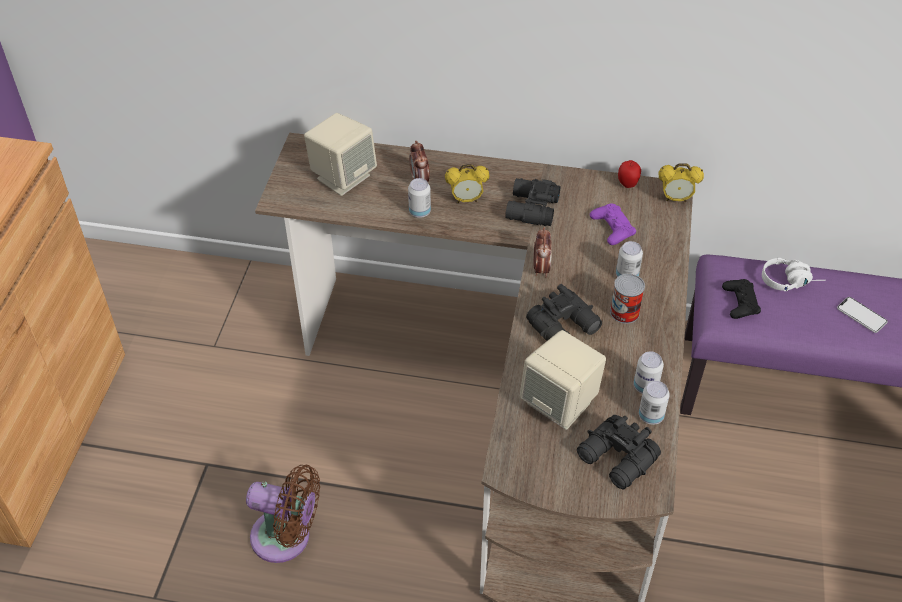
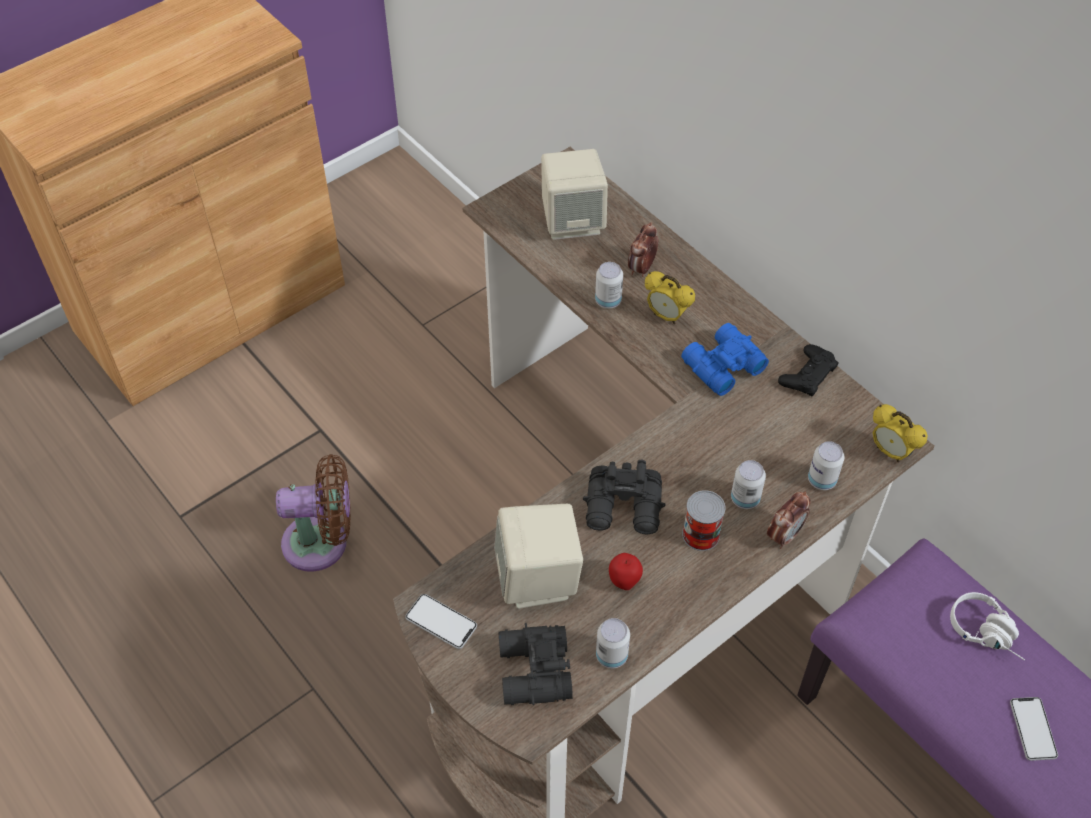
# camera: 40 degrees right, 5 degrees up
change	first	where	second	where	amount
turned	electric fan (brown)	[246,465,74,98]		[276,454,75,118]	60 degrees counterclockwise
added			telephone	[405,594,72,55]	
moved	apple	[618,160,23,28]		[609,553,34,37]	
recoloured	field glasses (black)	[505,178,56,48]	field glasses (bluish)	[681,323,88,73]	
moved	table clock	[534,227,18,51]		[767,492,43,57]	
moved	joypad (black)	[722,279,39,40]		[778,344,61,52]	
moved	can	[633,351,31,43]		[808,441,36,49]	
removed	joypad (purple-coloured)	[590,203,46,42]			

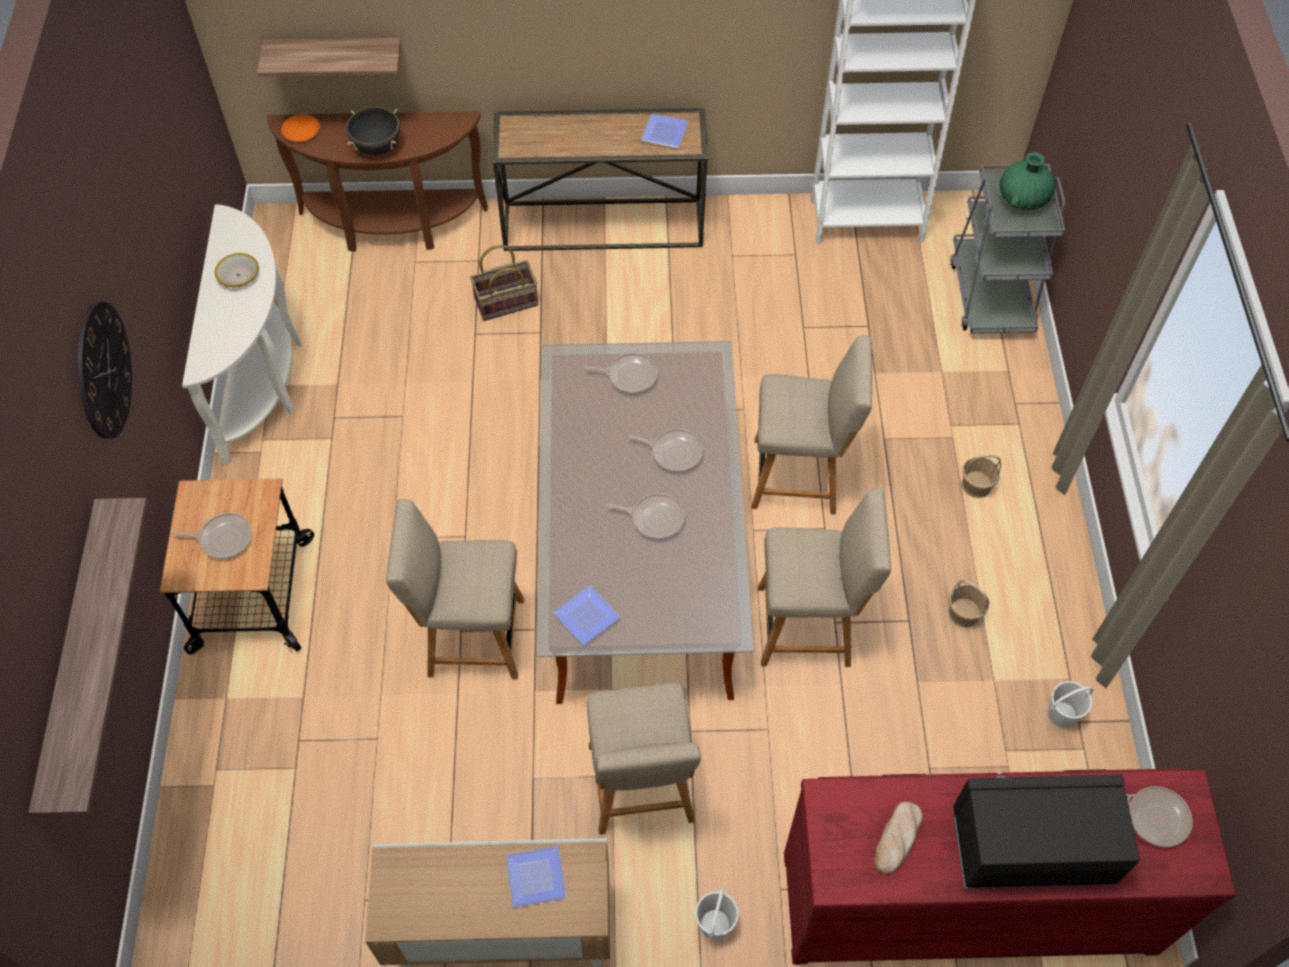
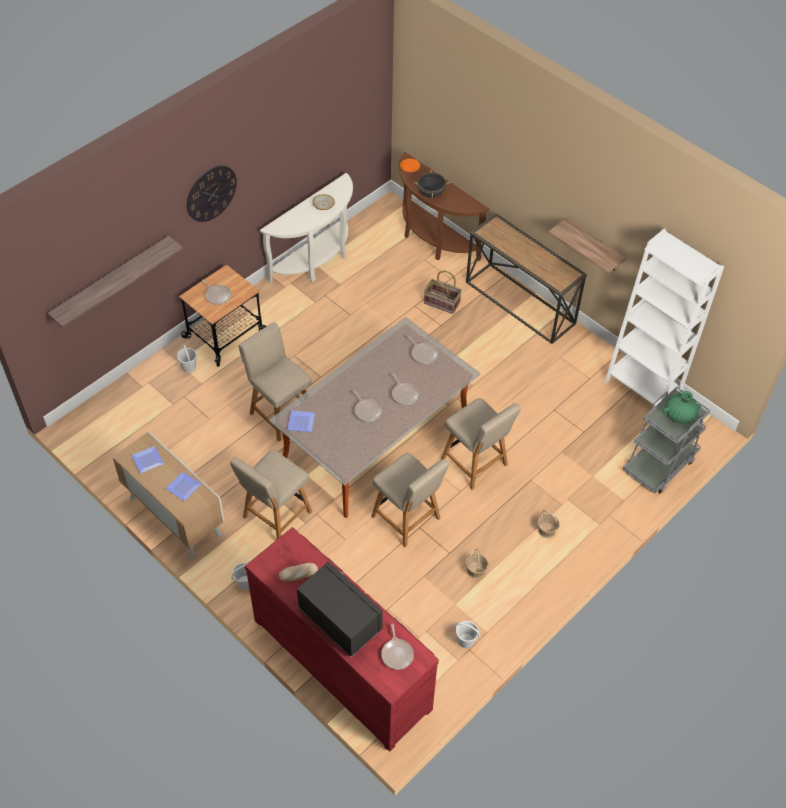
# camera: 45 degrees right, 5 degrees down
change	first	where	second	where	amount
moved	plate	[641,114,48,34]		[131,446,33,28]	
added			bucket (white-coloured)	[177,344,20,28]	
moved	wall shelf	[257,38,144,39]		[548,218,78,56]	

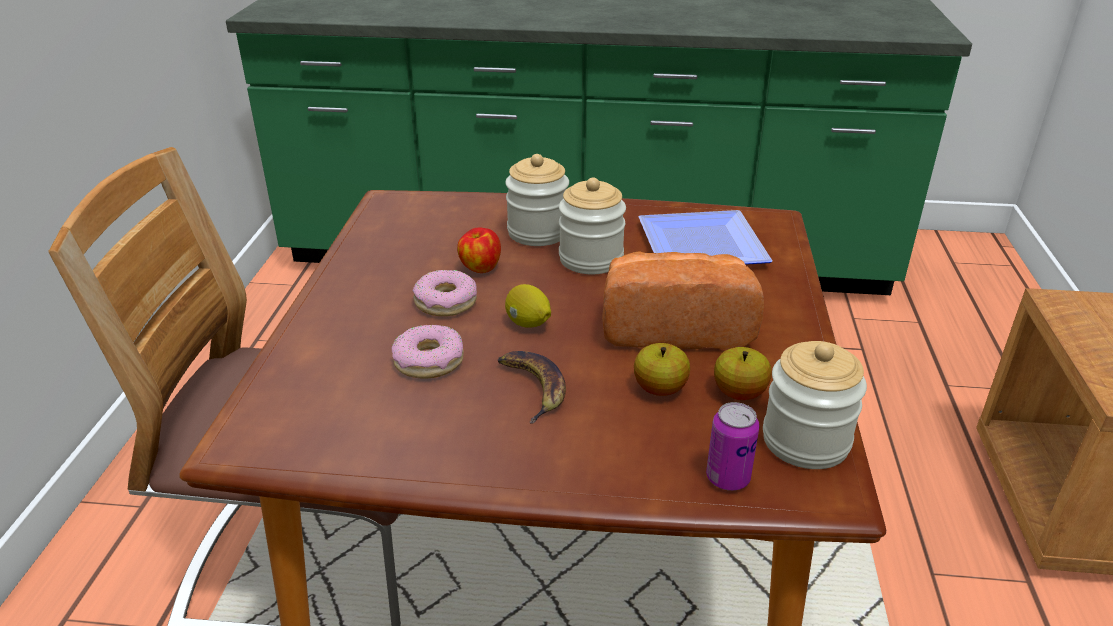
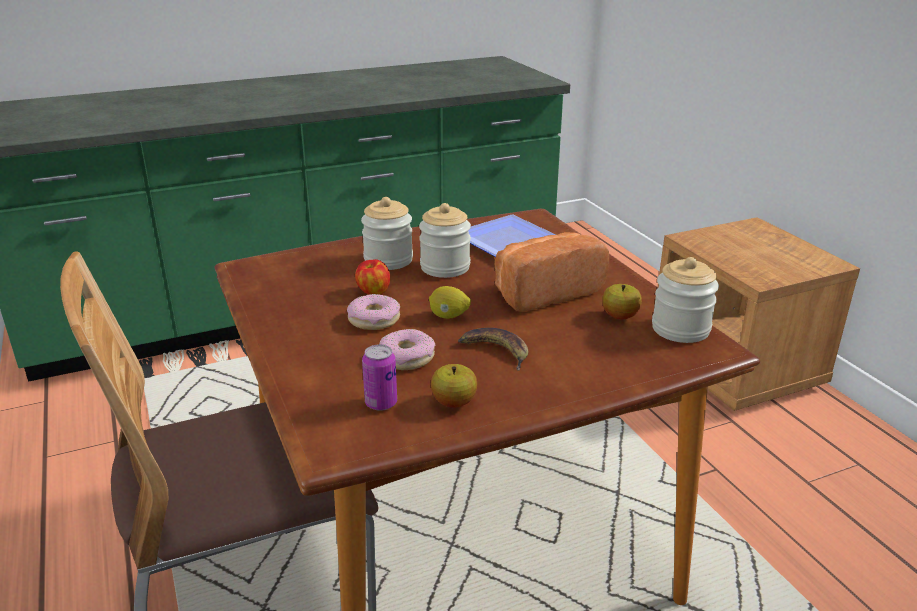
# camera: 30 degrees left, 5 degrees down
change	first	where	second	where	amount
moved	can	[706,402,54,89]		[362,344,35,67]	
moved	apple	[634,343,56,53]		[431,364,46,44]	

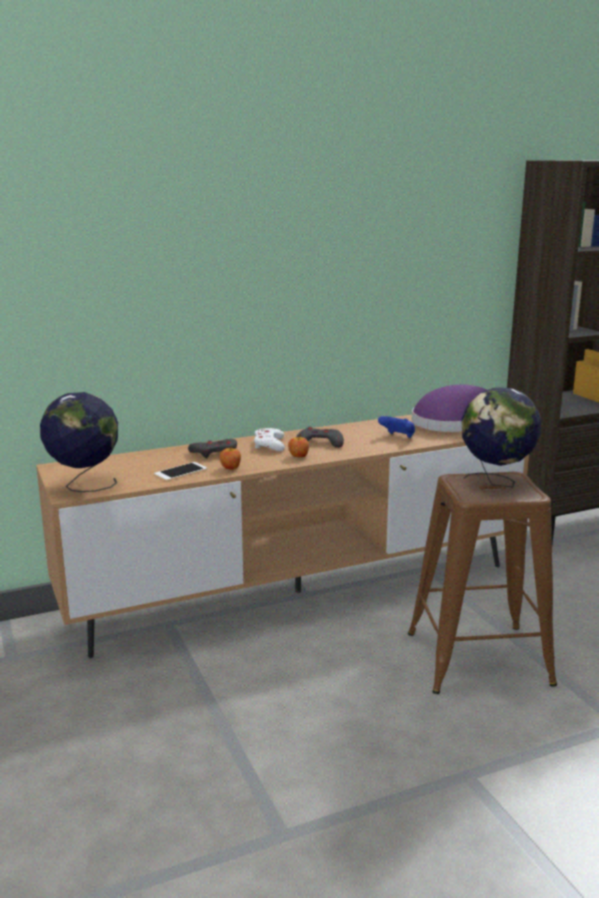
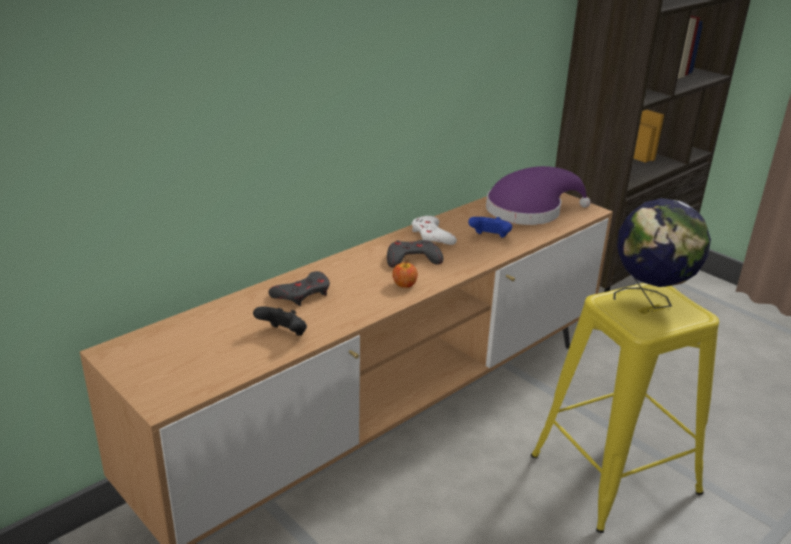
# camera: 20 degrees left, 10 degrees up
change	first	where	second	where	amount
replaced	telephone	[154,462,53,19]	joypad (black)	[253,306,54,30]	
moved	joypad (white-coloured)	[254,428,31,23]		[412,216,45,29]	
recoloured	stool seat (brown)	[408,472,149,222]	stool seat (yellow-coloured)	[531,283,188,250]	
removed	globe	[40,392,78,100]			
removed	apple	[220,446,21,24]			

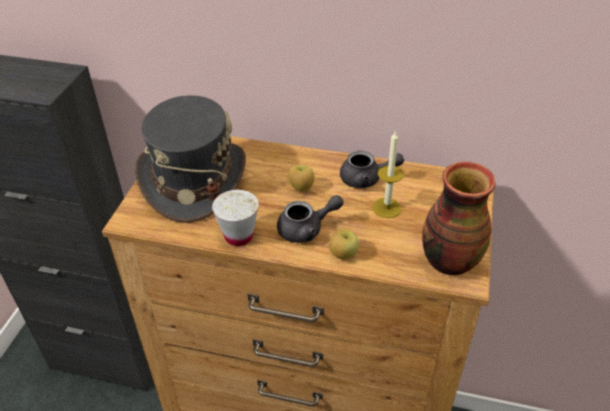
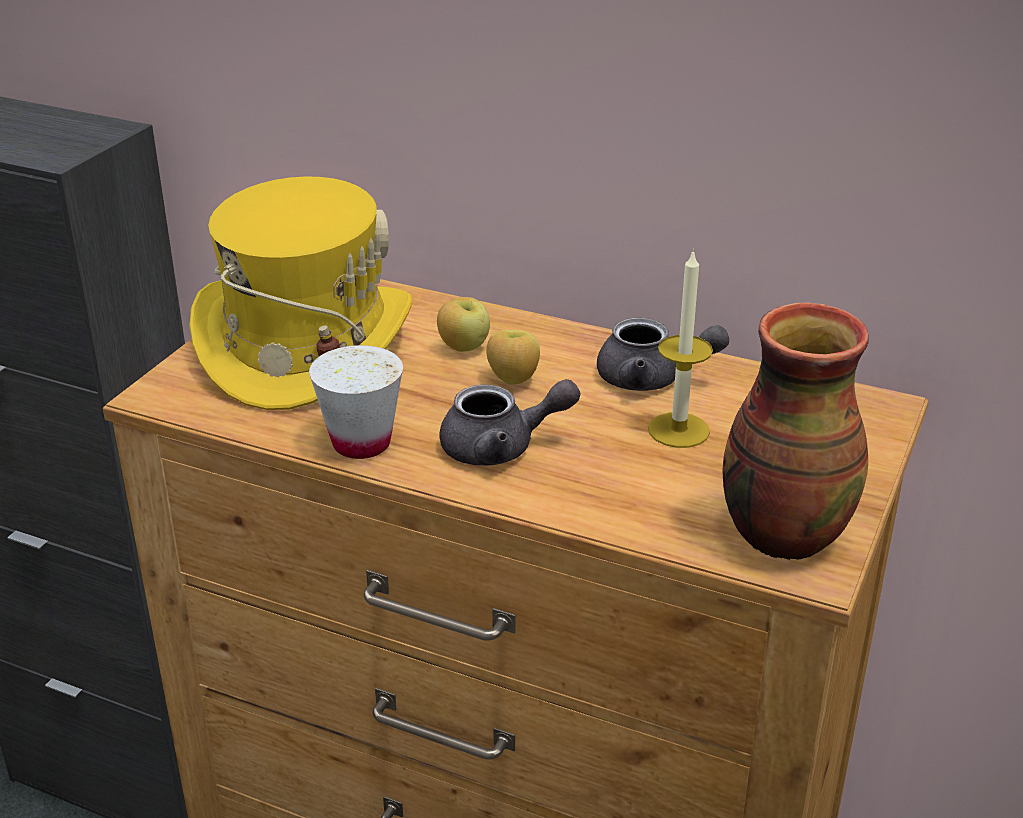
# camera: 10 degrees right, 10 degrees down
change	first	where	second	where	amount
recoloured	hat (grey)	[135,95,111,128]	hat (yellow-coloured)	[189,176,223,234]	
moved	apple	[329,228,30,31]		[437,297,53,55]	

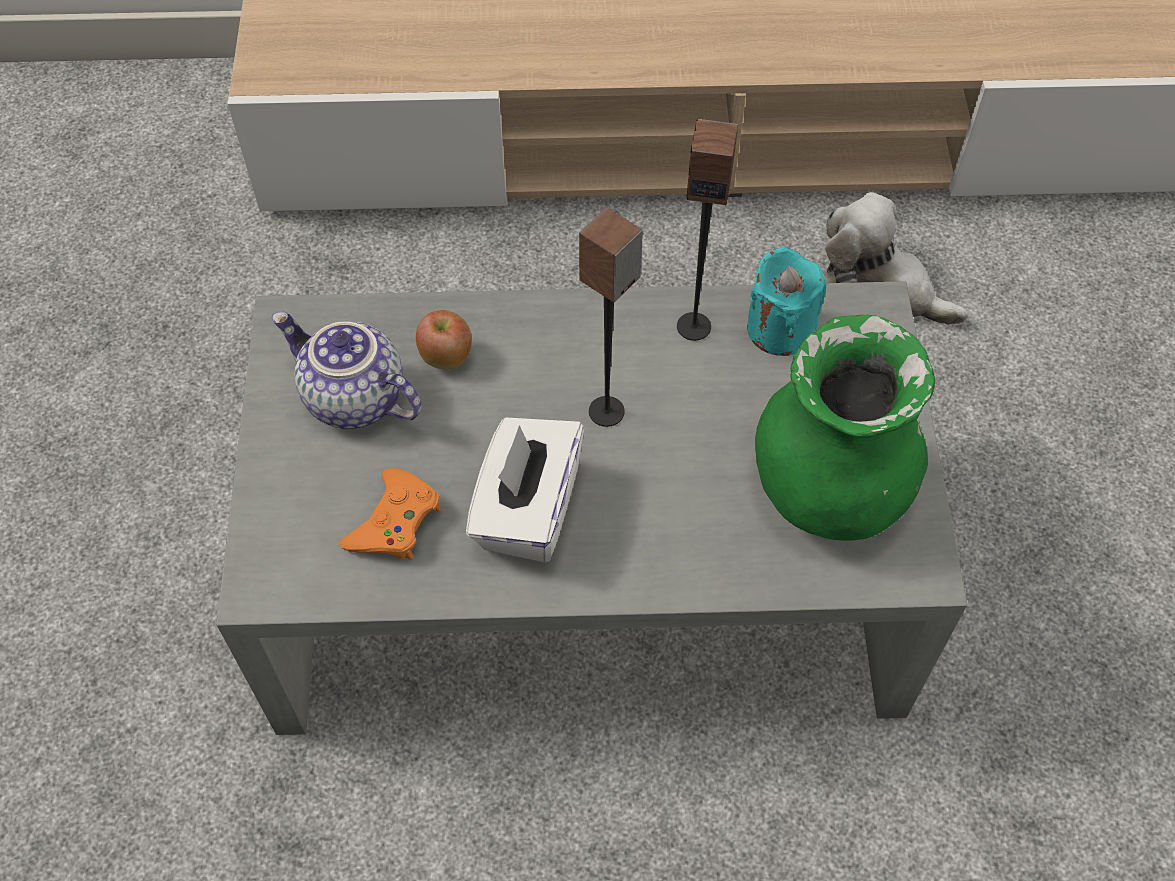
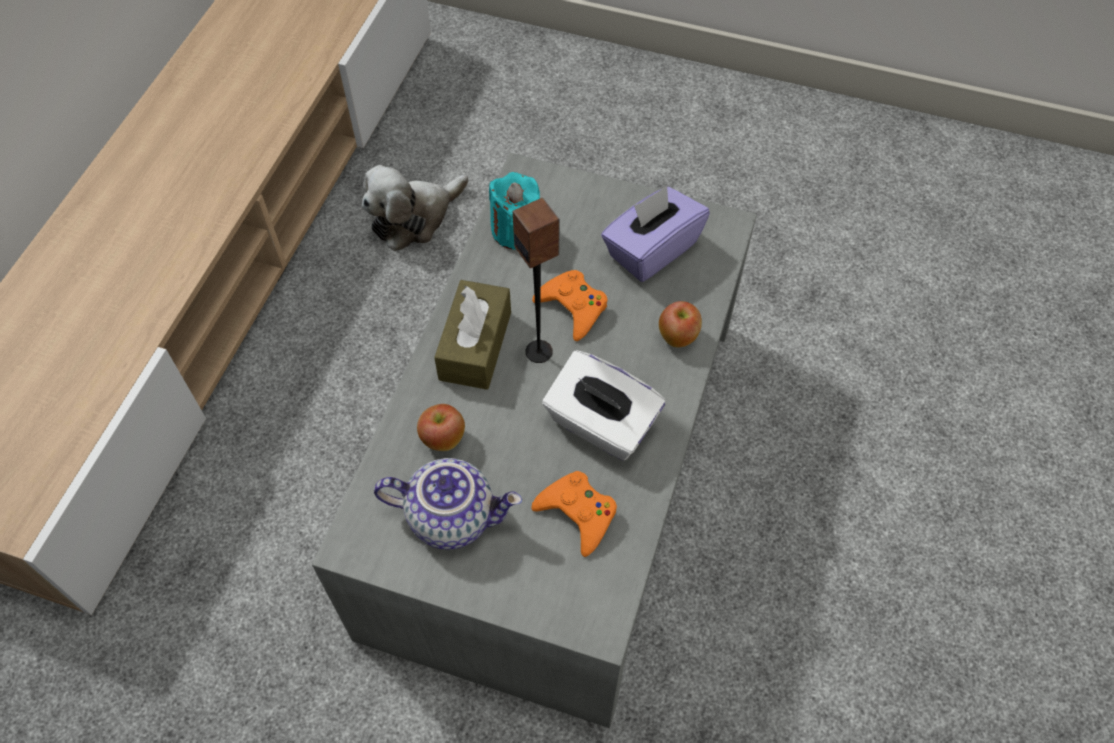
# camera: 70 degrees left, 0 degrees up
change	first	where	second	where	amount
turned	pot for tea	[271,311,151,118]		[374,458,148,92]	135 degrees counterclockwise
added			box of tissues (brown)	[434,280,77,110]	
added			joypad (orange-coloured)	[532,270,75,71]	
replaced	decorative vase (greenish)	[755,315,180,226]	box of tissues (purple-coloured)	[601,186,109,96]	
added			apple	[659,301,43,46]	
removed	audio speaker	[677,119,61,222]			

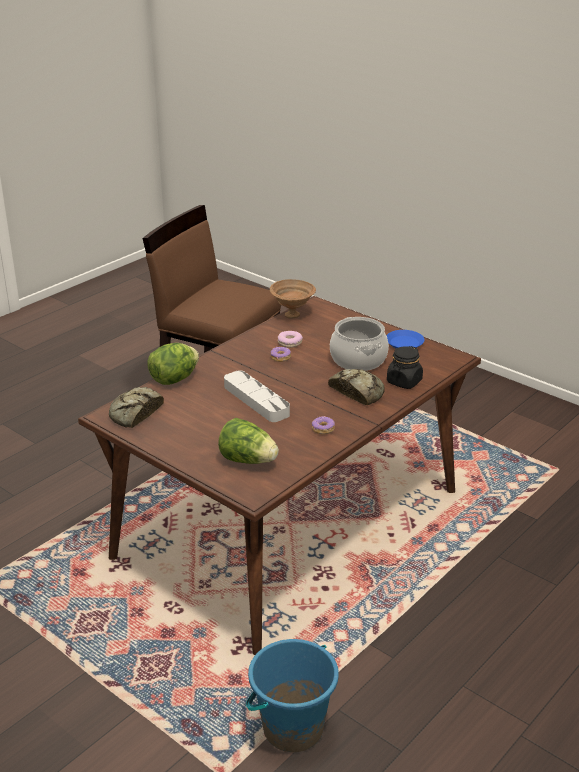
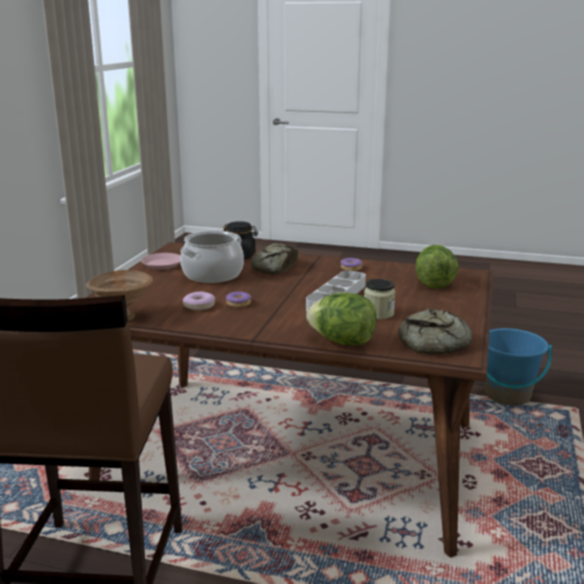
# camera: 115 degrees left, 10 degrees down
change	first	where	second	where	amount
recoloured	plate (bluish)	[386,330,38,19]	plate (pinkish)	[141,253,39,16]	
added			storage jar	[364,279,31,40]	

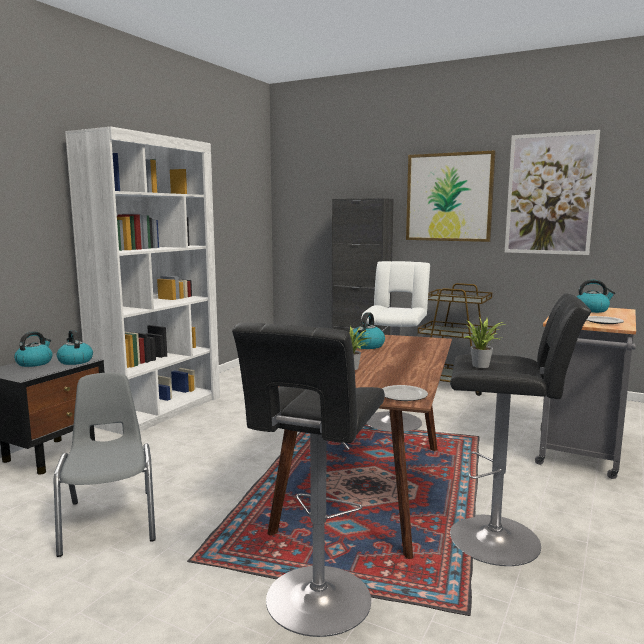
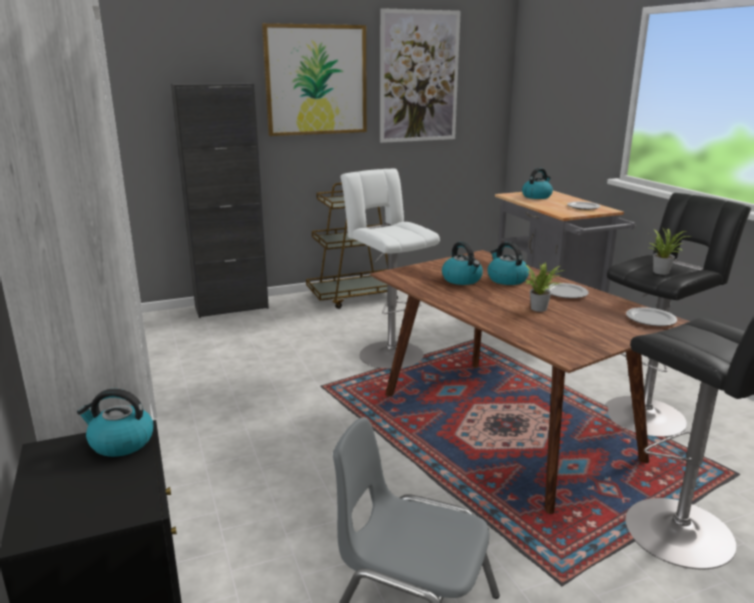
# camera: 50 degrees left, 10 degrees up
change	first	where	second	where	amount
moved	tea kettle	[14,331,39,36]		[488,242,41,43]	
added			plate	[547,283,42,15]	

